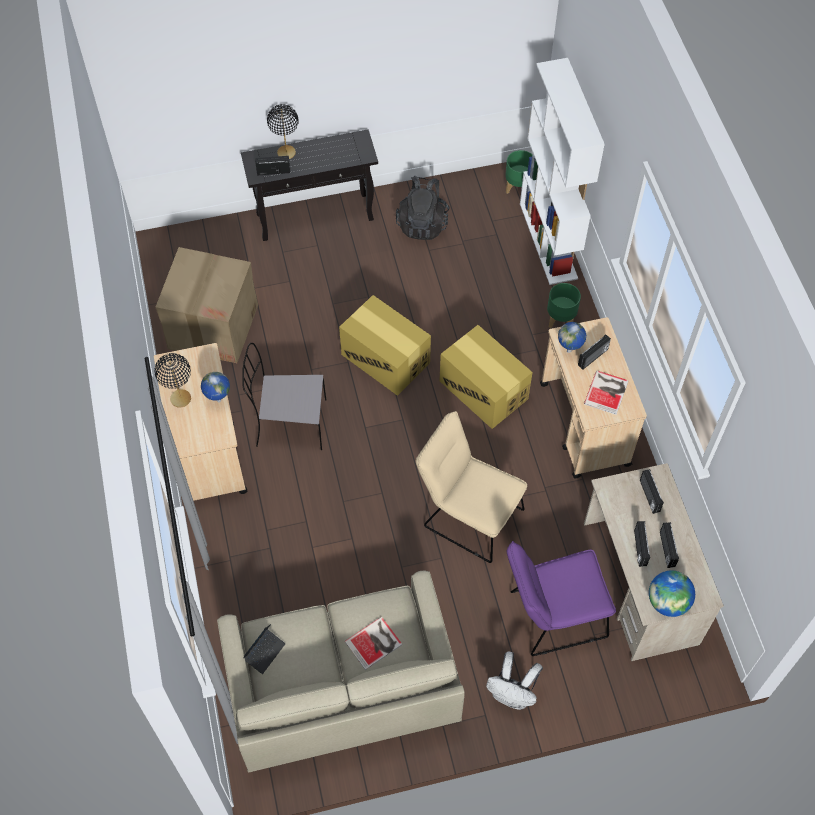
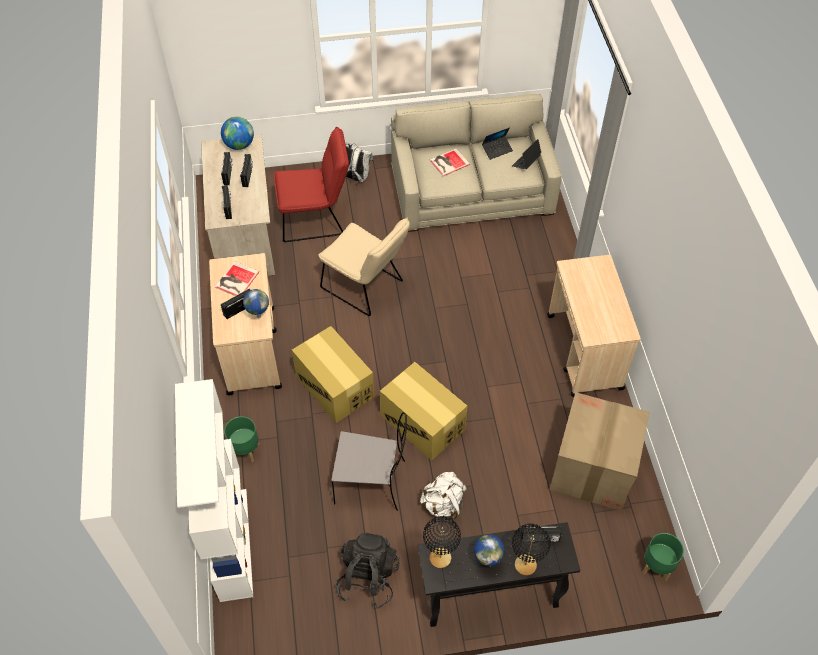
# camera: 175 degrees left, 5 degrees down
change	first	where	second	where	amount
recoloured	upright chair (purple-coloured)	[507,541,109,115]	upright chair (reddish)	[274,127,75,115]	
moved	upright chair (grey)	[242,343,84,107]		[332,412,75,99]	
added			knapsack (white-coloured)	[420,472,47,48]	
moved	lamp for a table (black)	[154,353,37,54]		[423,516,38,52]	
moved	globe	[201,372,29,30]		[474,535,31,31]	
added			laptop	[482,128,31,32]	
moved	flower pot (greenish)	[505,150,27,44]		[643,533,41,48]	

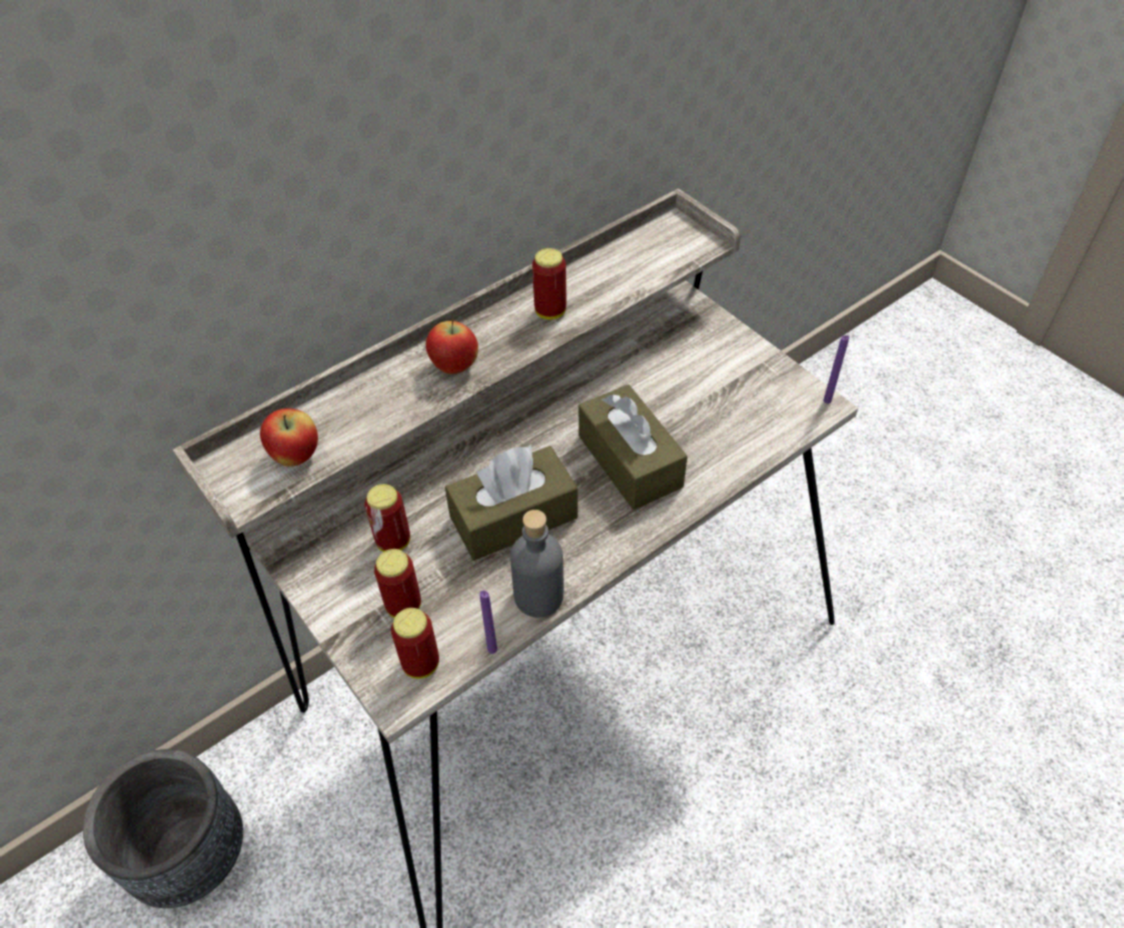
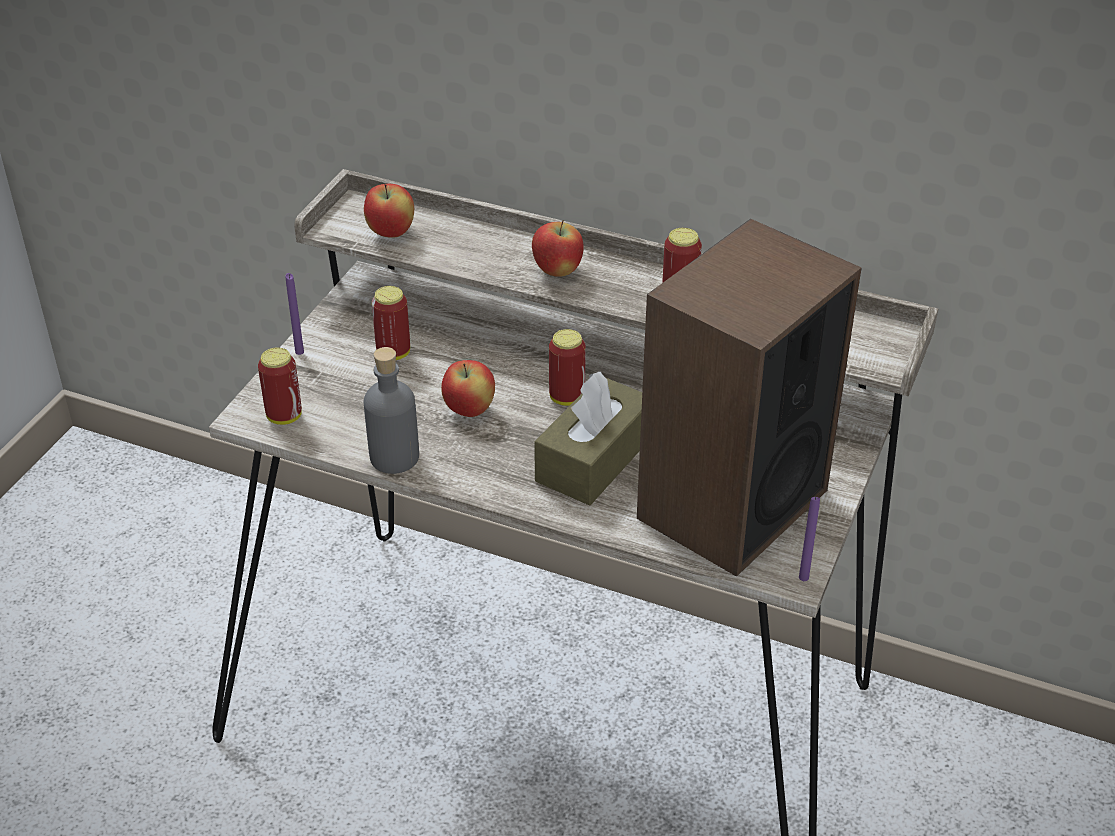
# camera: 60 degrees right, 10 degrees down
change	first	where	second	where	amount
moved	wax light (purple-coloured)	[480,591,17,63]		[285,273,19,82]	
replaced	box of tissues (brown)	[445,445,133,116]	apple	[441,360,54,57]	
moved	can	[374,549,47,69]		[549,329,37,77]	
added			audio speaker	[637,219,225,358]	
removed	flower pot (grey)	[83,749,160,159]			

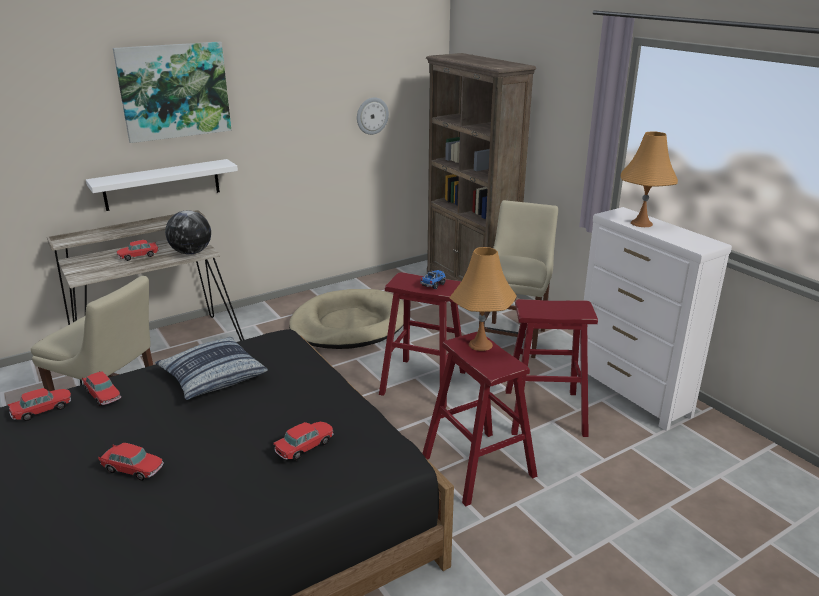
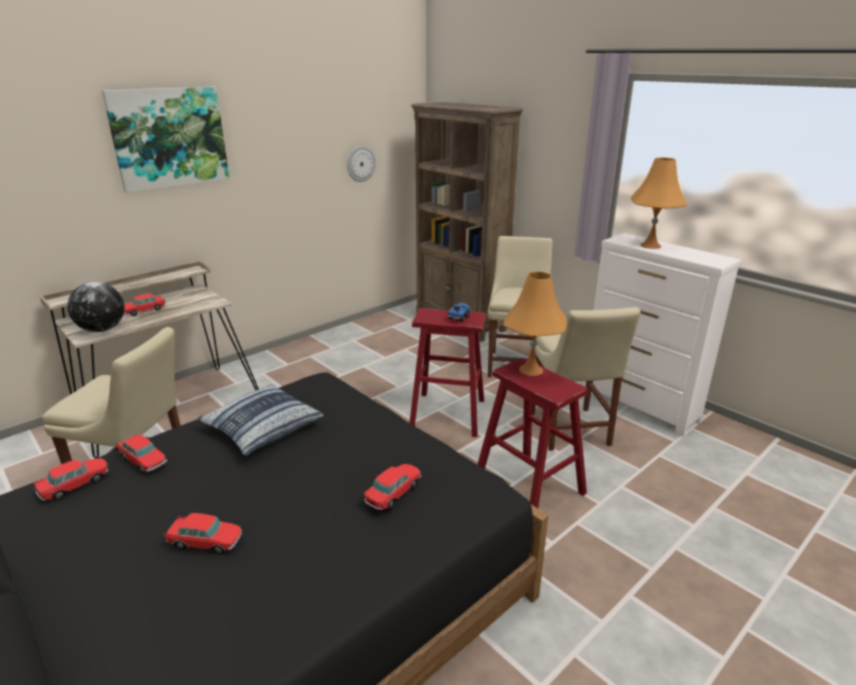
# camera: 10 degrees left, 0 degrees up
change	first	where	second	where	amount
moved	globe	[165,211,46,44]		[67,282,58,50]	
replaced	stool seat (reddish)	[505,299,93,138]	upright chair (beige-coloured)	[532,307,109,144]	
removed	wall shelf (white-coloured)	[86,159,152,52]			
removed	pet bed (beige-coloured)	[289,289,115,60]			

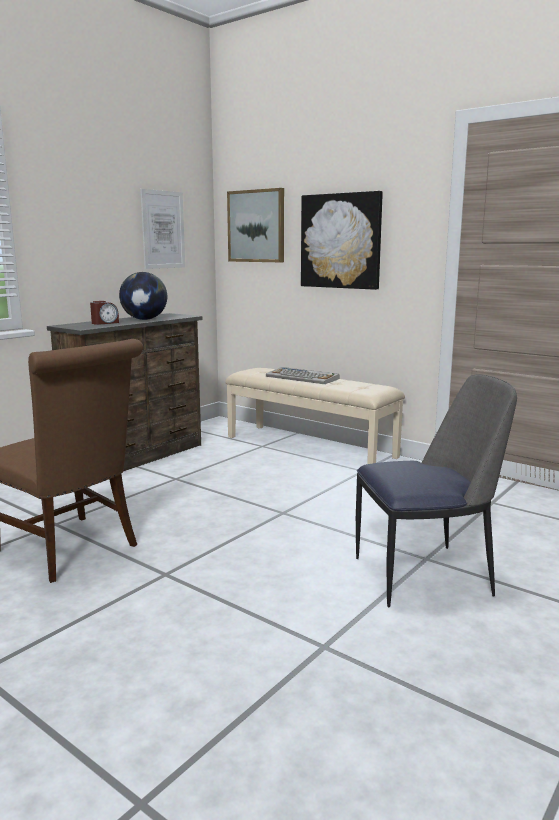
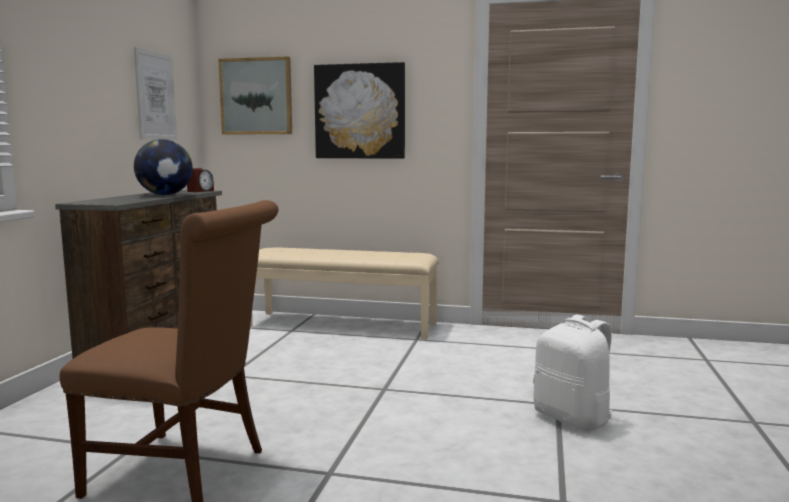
# camera: 25 degrees left, 5 degrees down
change	first	where	second	where	amount
moved	table clock	[90,301,29,24]		[187,168,27,24]	
replaced	upright chair	[356,374,161,233]	knapsack (white-coloured)	[533,315,80,116]	
removed	computer keyboard	[266,367,74,17]			

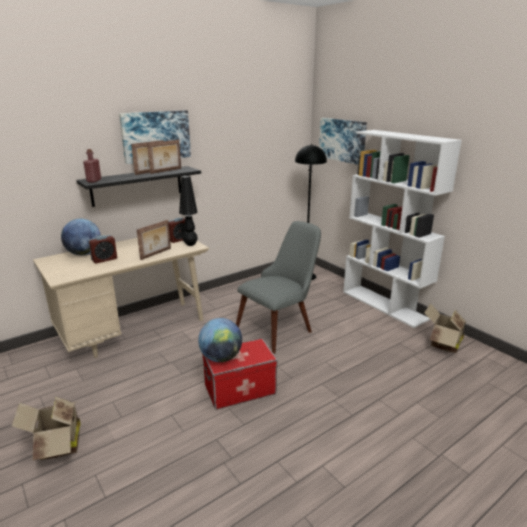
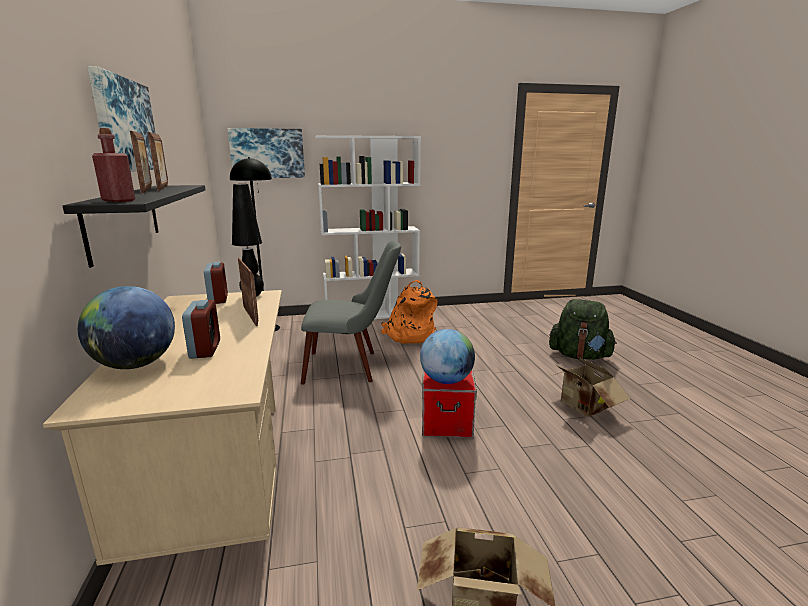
# camera: 65 degrees left, 5 degrees down
change	first	where	second	where	amount
turned	upright chair (grey)	[236,221,85,133]		[301,241,100,144]	105 degrees clockwise
added			knapsack (orange-coloured)	[381,280,57,64]	
added			knapsack (greenish)	[549,299,68,61]	
moved	packing box	[424,304,42,49]		[551,357,79,60]	

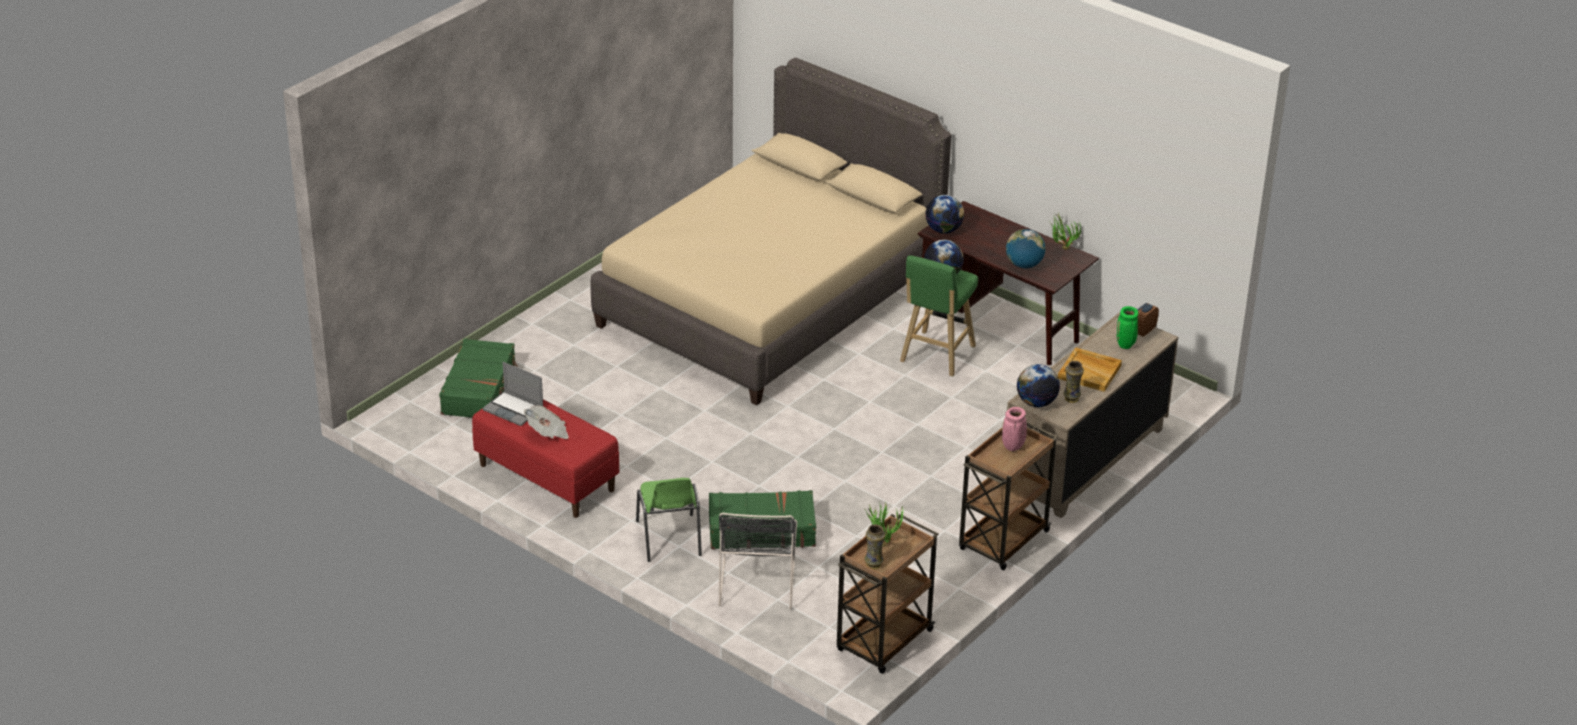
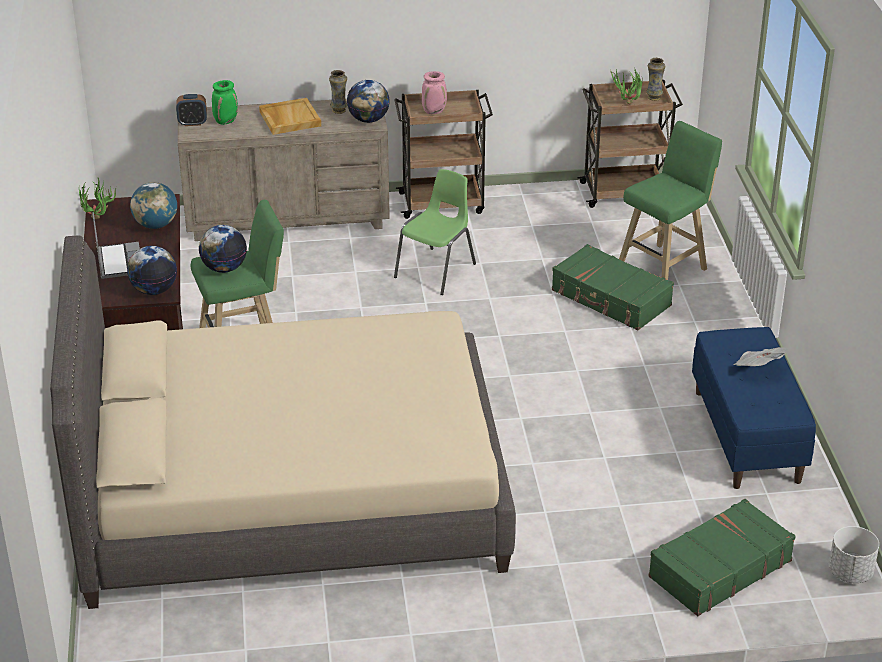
# camera: 135 degrees left, 0 degrees up
change	first	where	second	where	amount
moved	laptop	[483,362,60,64]		[92,212,48,67]	
moved	upright chair (greenish)	[636,478,66,84]		[394,169,82,126]	
replaced	upright chair (black)	[718,513,79,96]	stool seat (greenish)	[619,121,103,159]	
recoloured	bench (reddish)	[472,399,147,119]	bench (bluish)	[692,327,124,162]	
added			flower pot (white-coloured)	[829,526,50,57]	

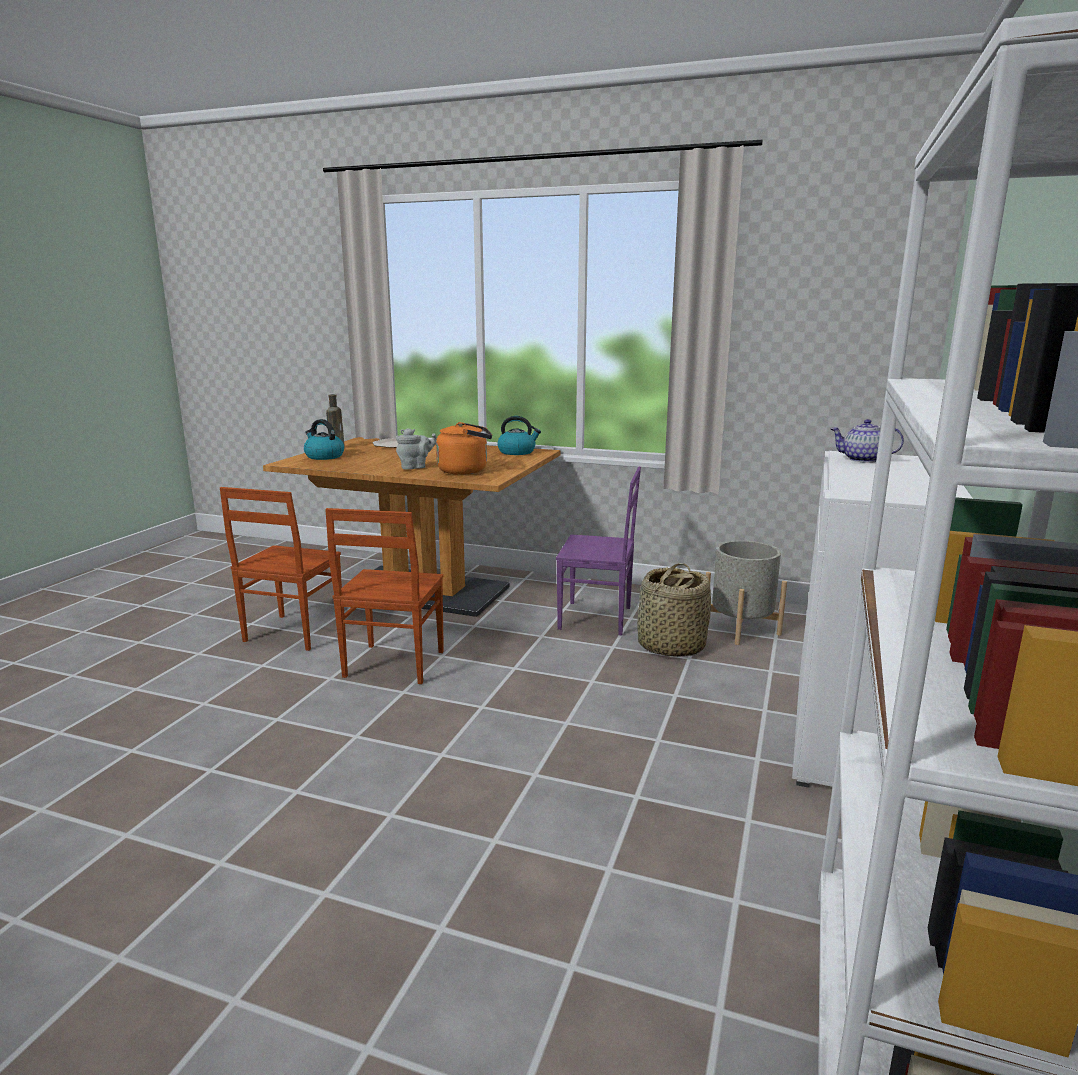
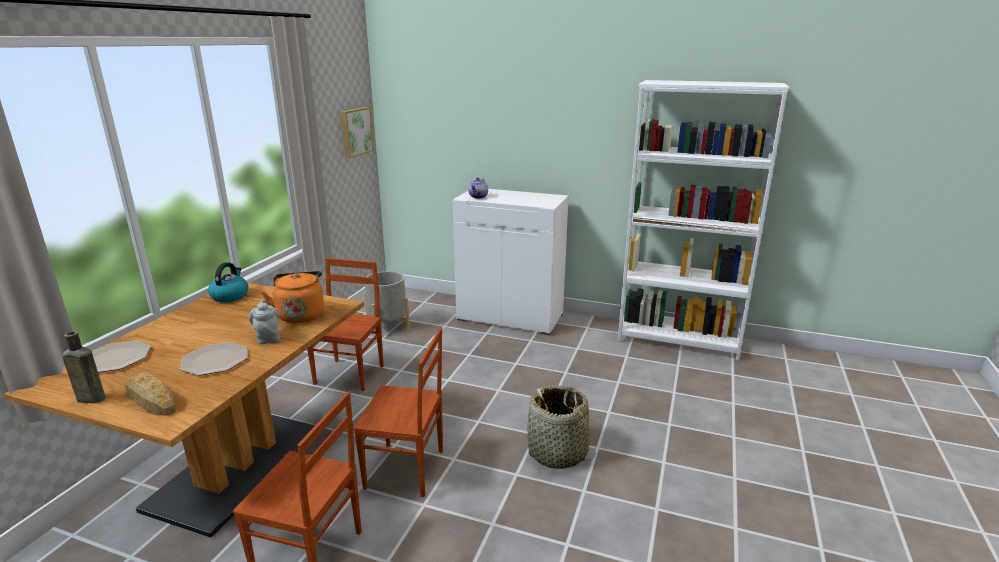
# camera: 90 degrees left, 5 degrees up
change	first	where	second	where	amount
replaced	tea kettle	[304,419,40,41]	baked bread	[125,372,51,44]	
added			plate	[180,342,68,33]	
recoloured	upright chair (purple-coloured)	[556,467,85,168]	upright chair (brown)	[307,258,77,133]	
added			wall picture	[341,107,33,51]	
moved	storage basket	[637,563,74,94]		[527,385,69,84]	

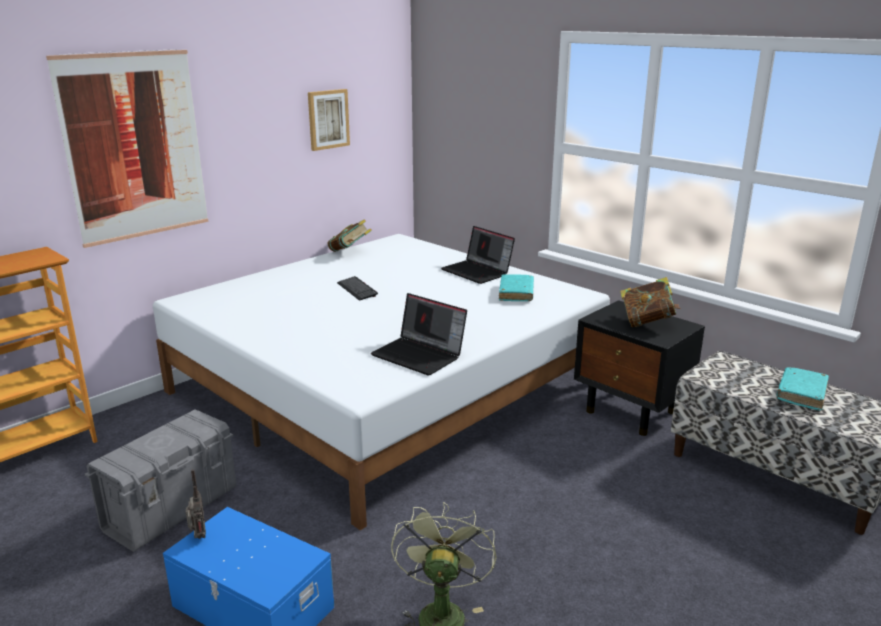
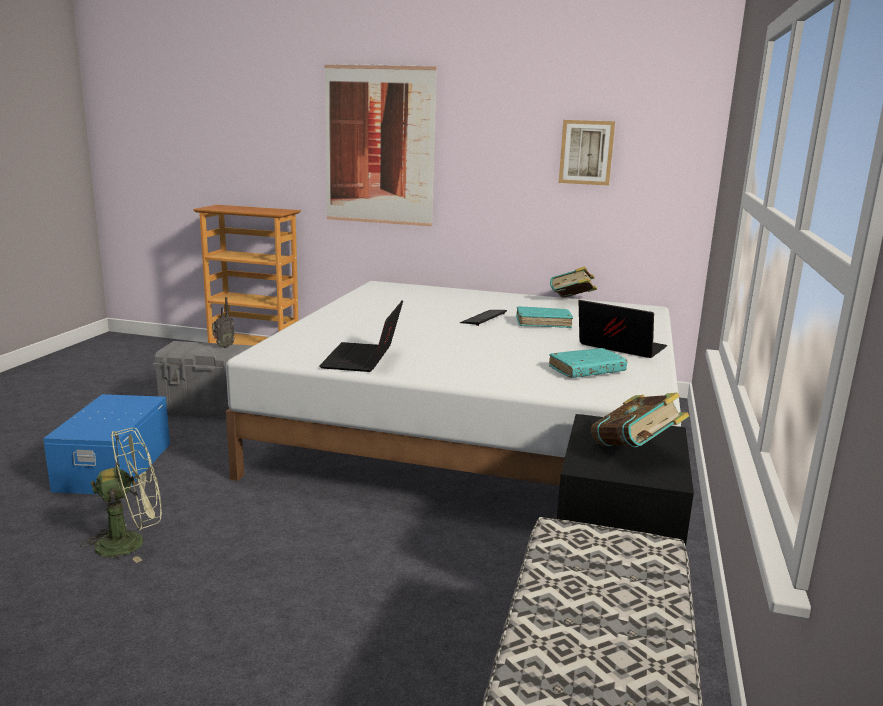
# camera: 60 degrees right, 5 degrees down
change	first	where	second	where	amount
moved	radio	[186,469,20,70]		[212,297,23,51]	
moved	book (blue-green)	[777,368,52,43]		[516,306,57,22]	
turned	laptop	[441,226,74,58]		[579,300,88,58]	105 degrees clockwise

